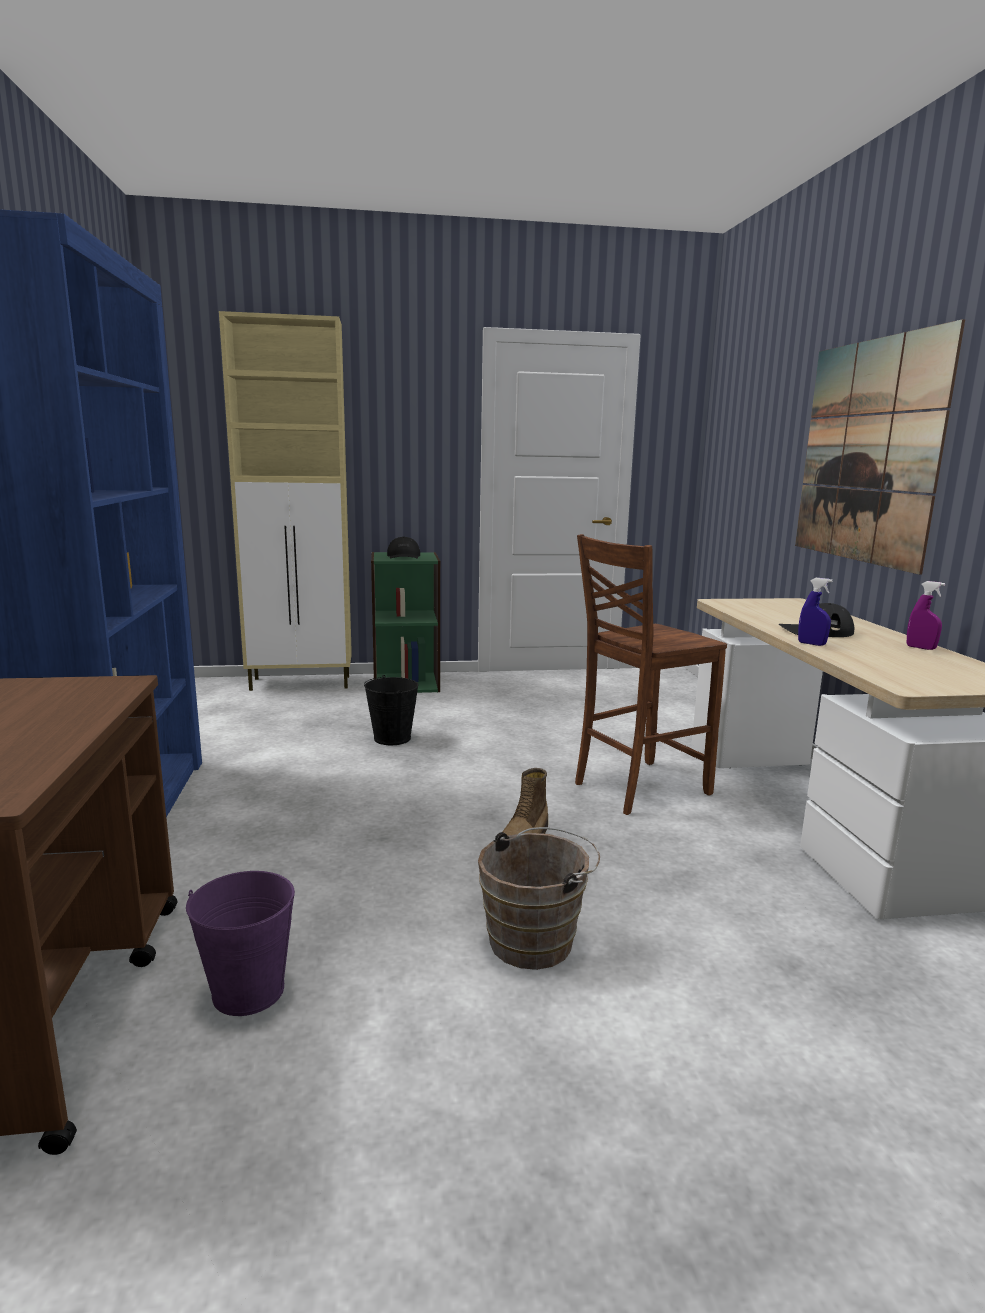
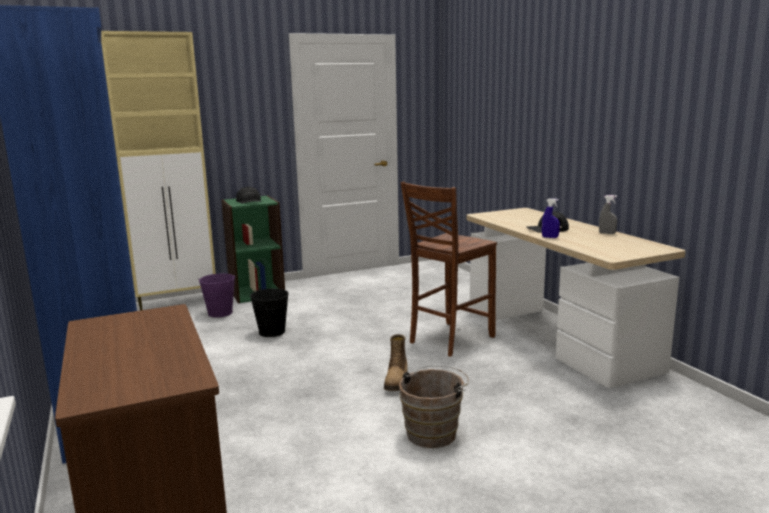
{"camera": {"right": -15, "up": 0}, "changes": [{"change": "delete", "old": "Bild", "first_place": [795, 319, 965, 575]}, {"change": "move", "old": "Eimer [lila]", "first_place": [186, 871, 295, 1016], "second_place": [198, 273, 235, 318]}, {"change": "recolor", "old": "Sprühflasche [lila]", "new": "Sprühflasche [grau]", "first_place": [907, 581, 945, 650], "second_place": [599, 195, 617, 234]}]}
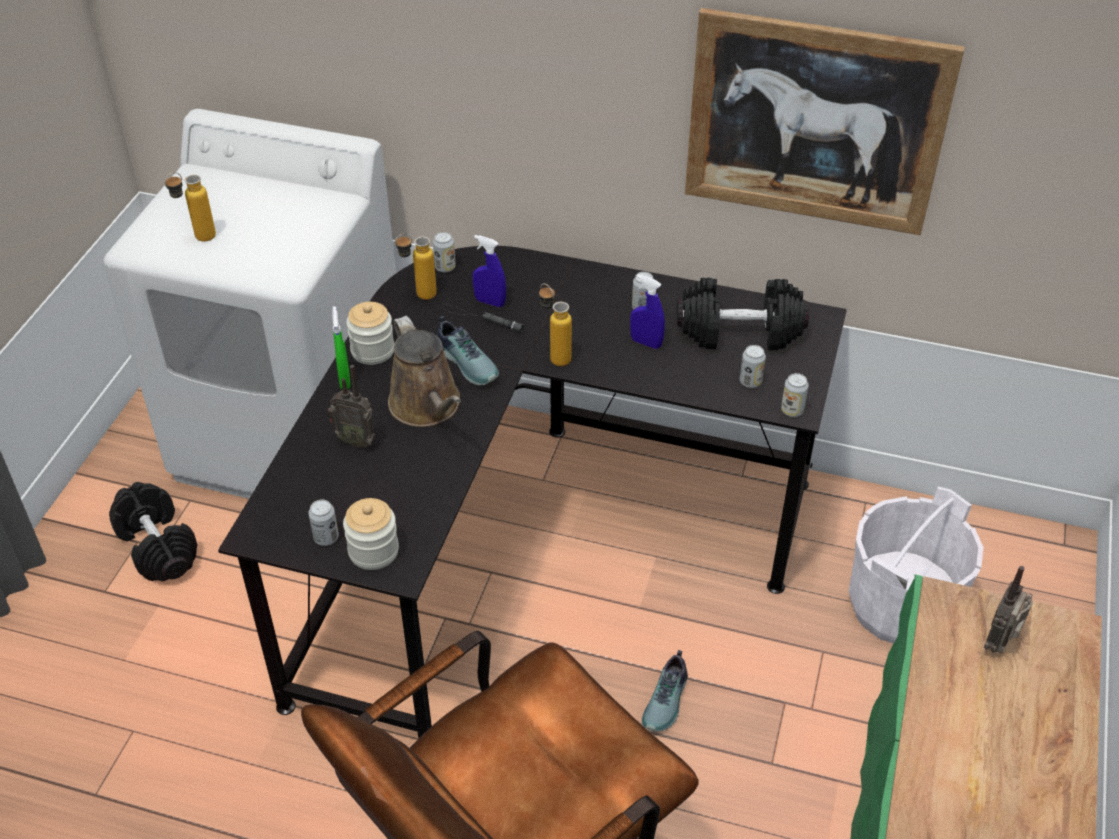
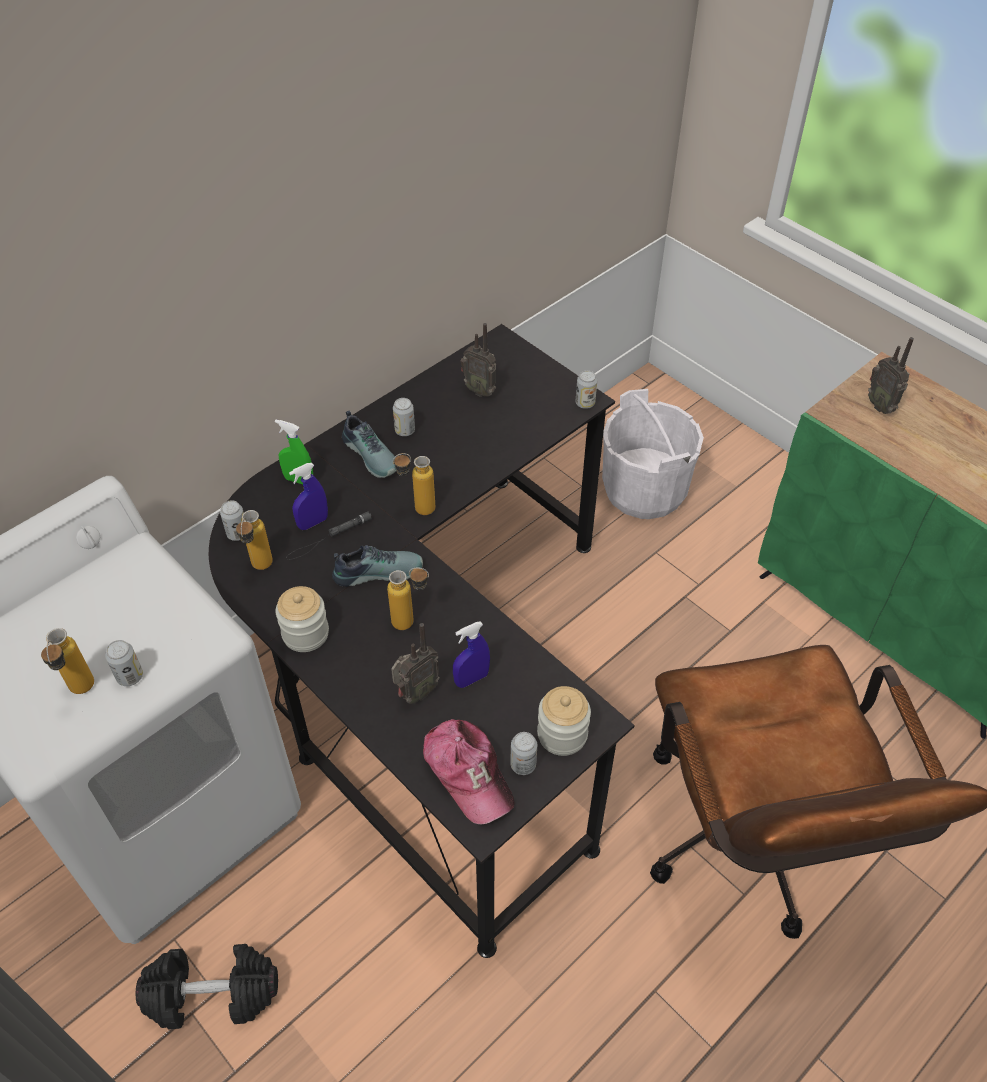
{"camera": {"right": -60, "up": 5}, "changes": [{"change": "delete", "old": "Bild", "first_place": [685, 8, 965, 235]}, {"change": "insert", "new": "Kappe", "second_place": [423, 719, 515, 824]}, {"change": "move", "old": "Sprühflasche [grün]", "first_place": [332, 306, 350, 389], "second_place": [275, 419, 313, 484]}, {"change": "move", "old": "Sprühflasche [blau]", "first_place": [630, 275, 665, 349], "second_place": [453, 621, 490, 688]}, {"change": "move", "old": "Schuh", "first_place": [642, 650, 688, 732], "second_place": [342, 411, 396, 478]}, {"change": "move", "old": "Dose", "first_place": [740, 345, 766, 388], "second_place": [105, 640, 143, 686]}, {"change": "replace", "old": "Gießkanne [braun]", "new": "Flasche", "first_place": [388, 316, 461, 427], "second_place": [387, 568, 429, 630]}, {"change": "replace", "old": "Hantel [schwarz]", "new": "Radio", "first_place": [677, 278, 809, 350], "second_place": [461, 323, 496, 397]}]}
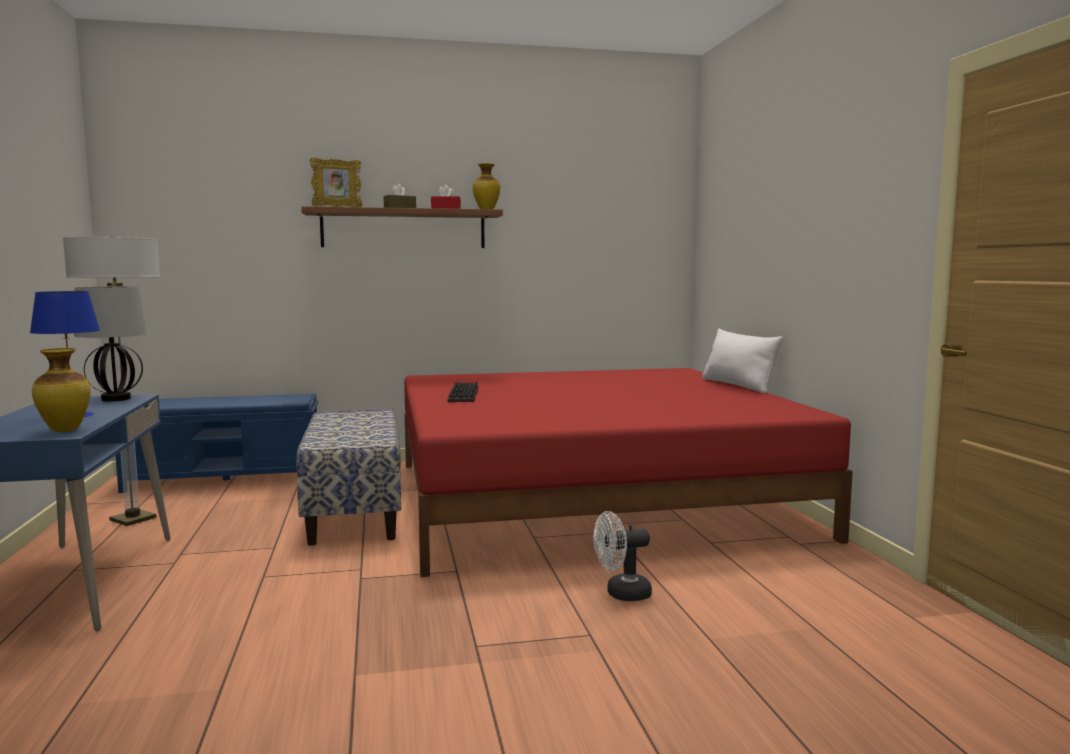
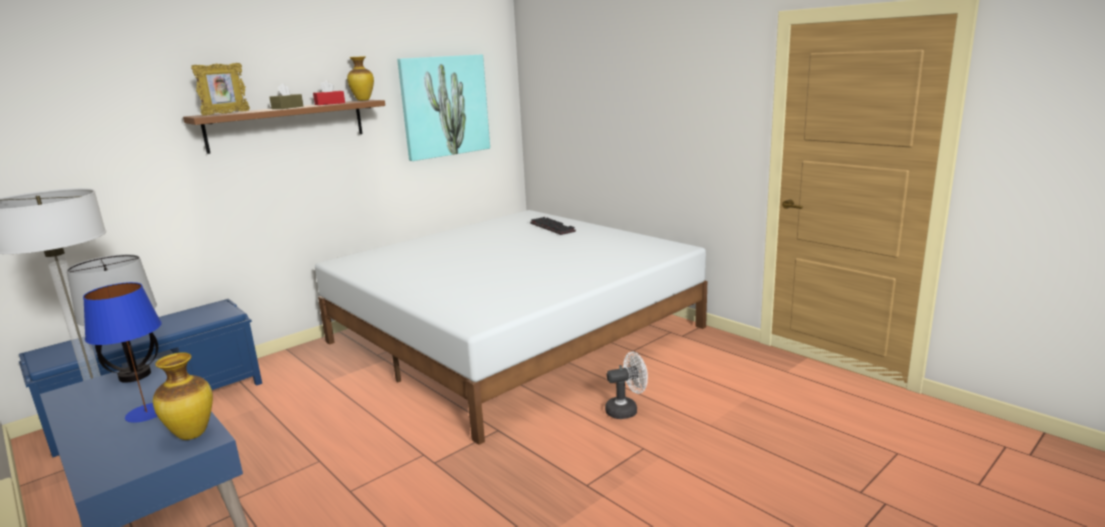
{"camera": {"right": -30, "up": 10}, "changes": [{"change": "delete", "old": "Bank", "first_place": [297, 409, 401, 546]}, {"change": "delete", "old": "Kissen [weiß]", "first_place": [702, 329, 784, 394]}, {"change": "insert", "new": "Bild", "second_place": [397, 54, 490, 161]}, {"change": "move", "old": "Tastatur", "first_place": [447, 382, 478, 402], "second_place": [530, 217, 576, 235]}, {"change": "recolor", "old": "Bett [rot]", "new": "Bett [weiß]", "first_place": [404, 368, 853, 577], "second_place": [315, 210, 707, 445]}, {"change": "rotate", "old": "Ventilator [weiß]", "first_place": [593, 511, 652, 601], "second_place": [605, 352, 648, 419], "degrees": -150}]}
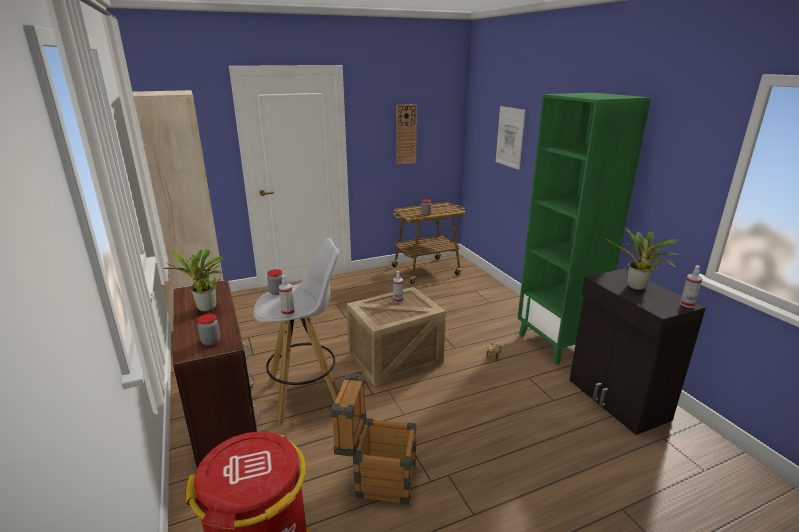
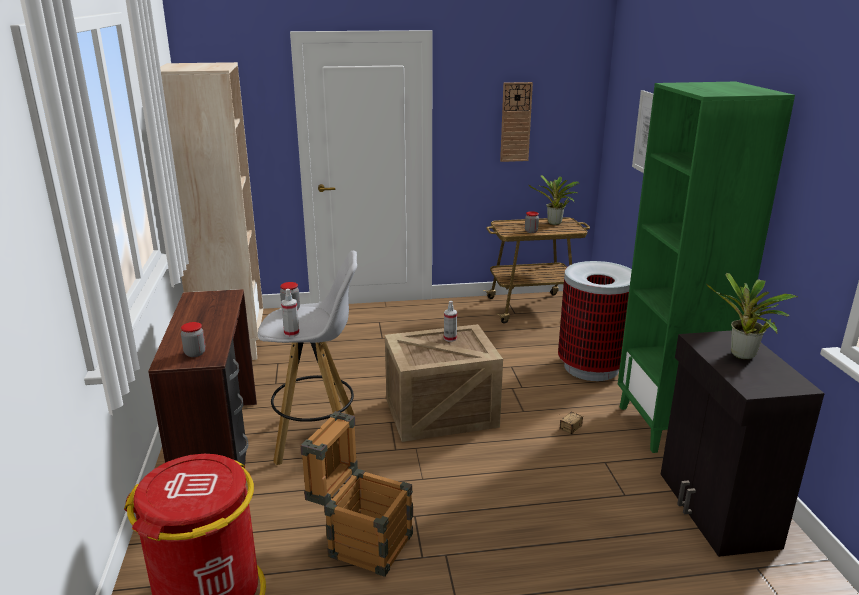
{"camera": {"right": 15, "up": 0}, "changes": [{"change": "delete", "old": "Sprühflasche", "first_place": [680, 265, 703, 308]}, {"change": "insert", "new": "Mülleimer", "second_place": [558, 261, 632, 381]}, {"change": "move", "old": "Topfpflanze", "first_place": [164, 250, 228, 312], "second_place": [529, 175, 579, 225]}]}
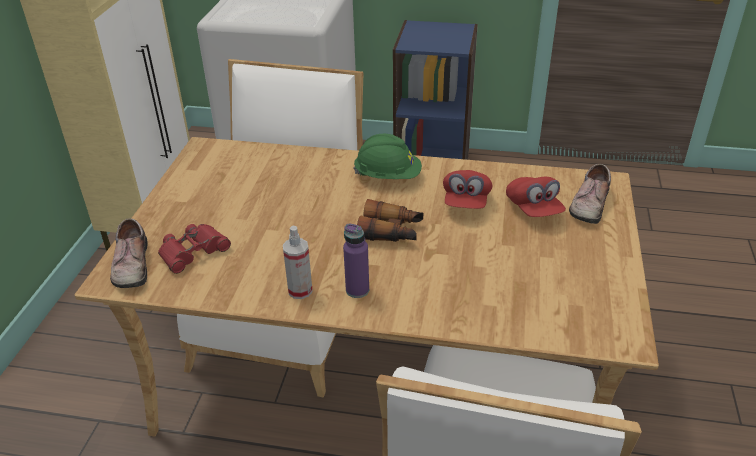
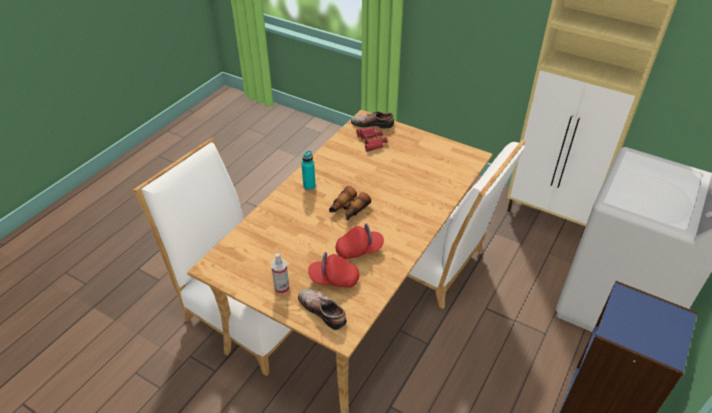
{"camera": {"right": 110, "up": 5}, "changes": [{"change": "delete", "old": "Schutzhelm [grün]", "first_place": [353, 134, 422, 179]}, {"change": "move", "old": "Sprühflasche", "first_place": [283, 226, 313, 299], "second_place": [271, 253, 290, 294]}, {"change": "recolor", "old": "Flasche [lila]", "new": "Flasche [türkis]", "first_place": [343, 224, 369, 298], "second_place": [302, 151, 316, 190]}, {"change": "rotate", "old": "Kappe [rot]", "first_place": [443, 170, 492, 209], "second_place": [336, 223, 384, 259], "degrees": 135}]}
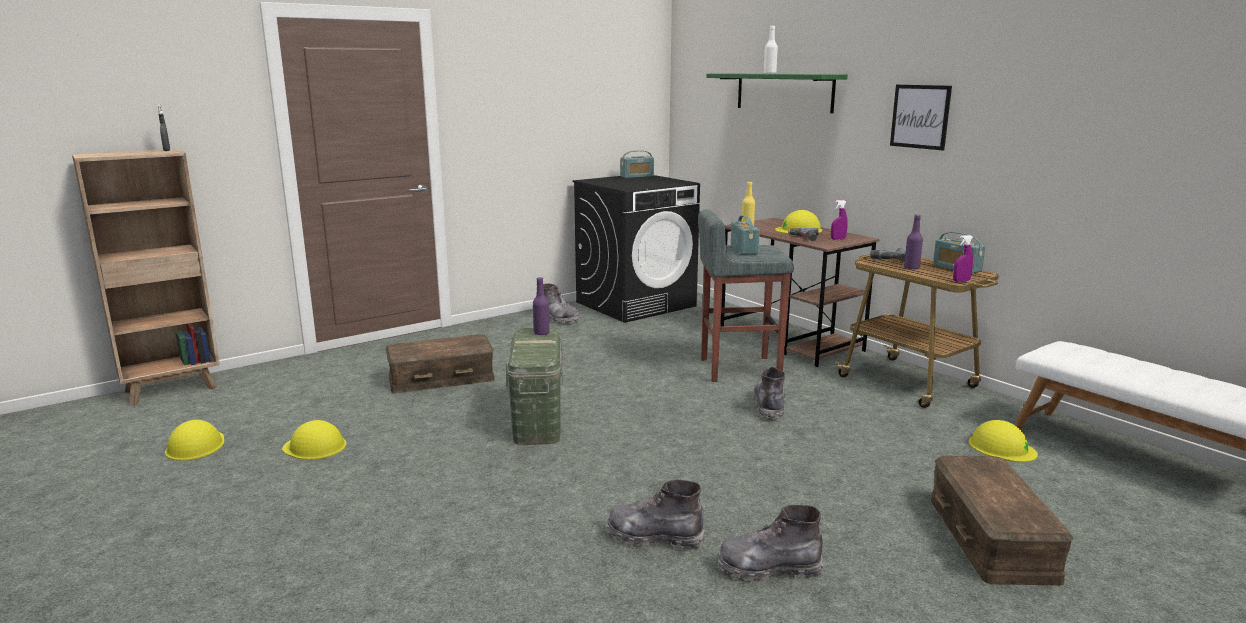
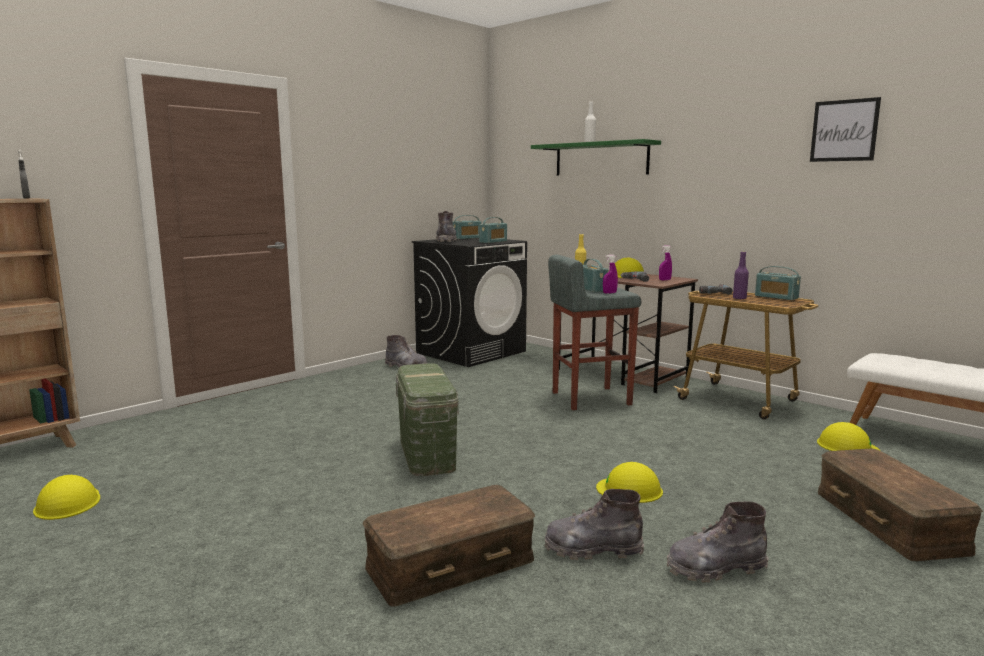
{"camera": {"right": -10, "up": -5}, "changes": [{"change": "delete", "old": "Flasche [lila]", "first_place": [533, 277, 550, 335]}, {"change": "insert", "new": "Radio", "second_place": [479, 217, 507, 243]}, {"change": "move", "old": "Schutzhelm [gelb]", "first_place": [282, 420, 346, 460], "second_place": [596, 462, 663, 503]}, {"change": "move", "old": "Aufbewahrungsbox [braun]", "first_place": [386, 334, 495, 393], "second_place": [362, 485, 535, 607]}, {"change": "move", "old": "Stiefel [grau]", "first_place": [753, 366, 786, 420], "second_place": [436, 211, 457, 242]}, {"change": "move", "old": "Bild", "first_place": [890, 85, 952, 150], "second_place": [810, 97, 881, 162]}, {"change": "move", "old": "Sprühflasche [lila]", "first_place": [953, 235, 973, 282], "second_place": [603, 255, 618, 294]}]}
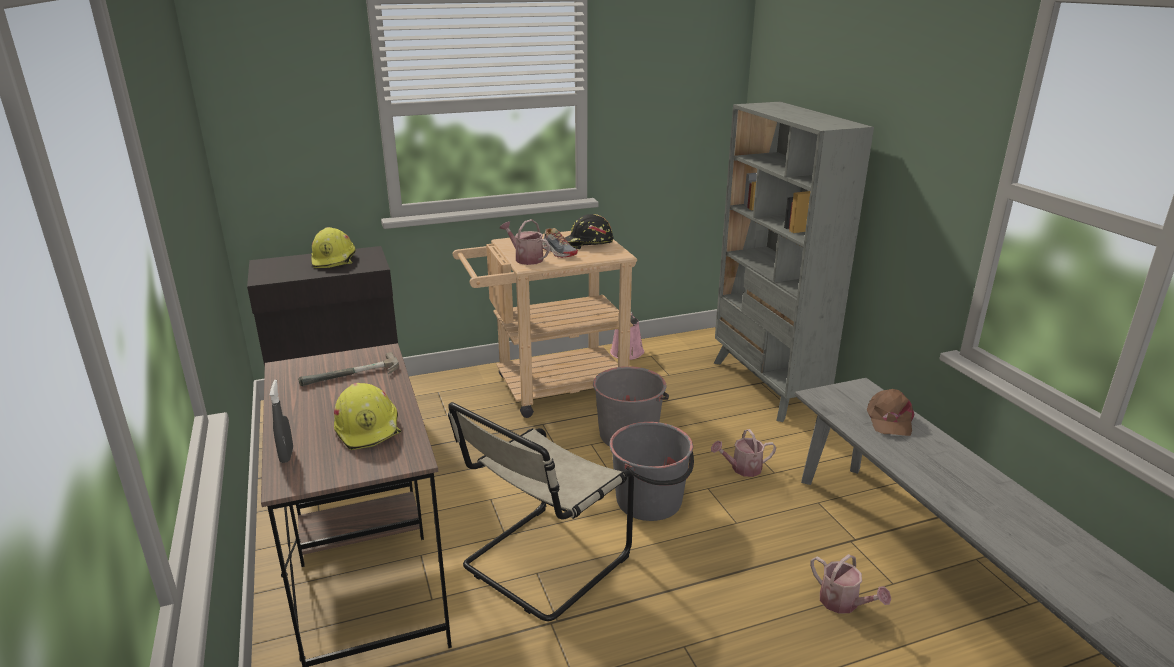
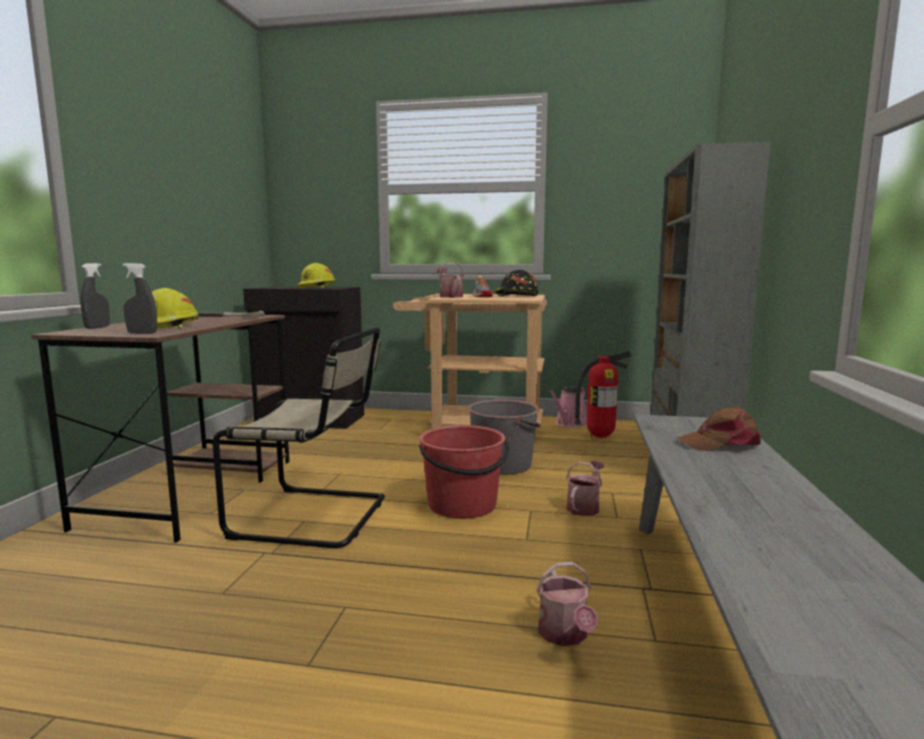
{"camera": {"right": 30, "up": -15}, "changes": [{"change": "insert", "new": "Sprühflasche [grau]", "second_place": [123, 263, 157, 334]}, {"change": "insert", "new": "Feuerlöscher", "second_place": [574, 351, 632, 438]}, {"change": "recolor", "old": "Eimer [grau]", "new": "Eimer [rot]", "first_place": [609, 422, 694, 521], "second_place": [419, 425, 509, 519]}, {"change": "rotate", "old": "Stuhl [beige]", "first_place": [448, 402, 634, 621], "second_place": [212, 327, 385, 548], "degrees": -150}, {"change": "rotate", "old": "Gießkanne", "first_place": [711, 429, 776, 477], "second_place": [566, 461, 605, 516], "degrees": 105}, {"change": "rotate", "old": "Kappe [braun]", "first_place": [867, 389, 914, 436], "second_place": [676, 407, 761, 451], "degrees": 45}]}
